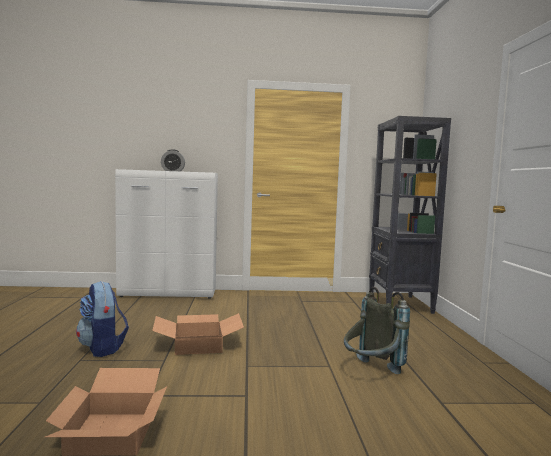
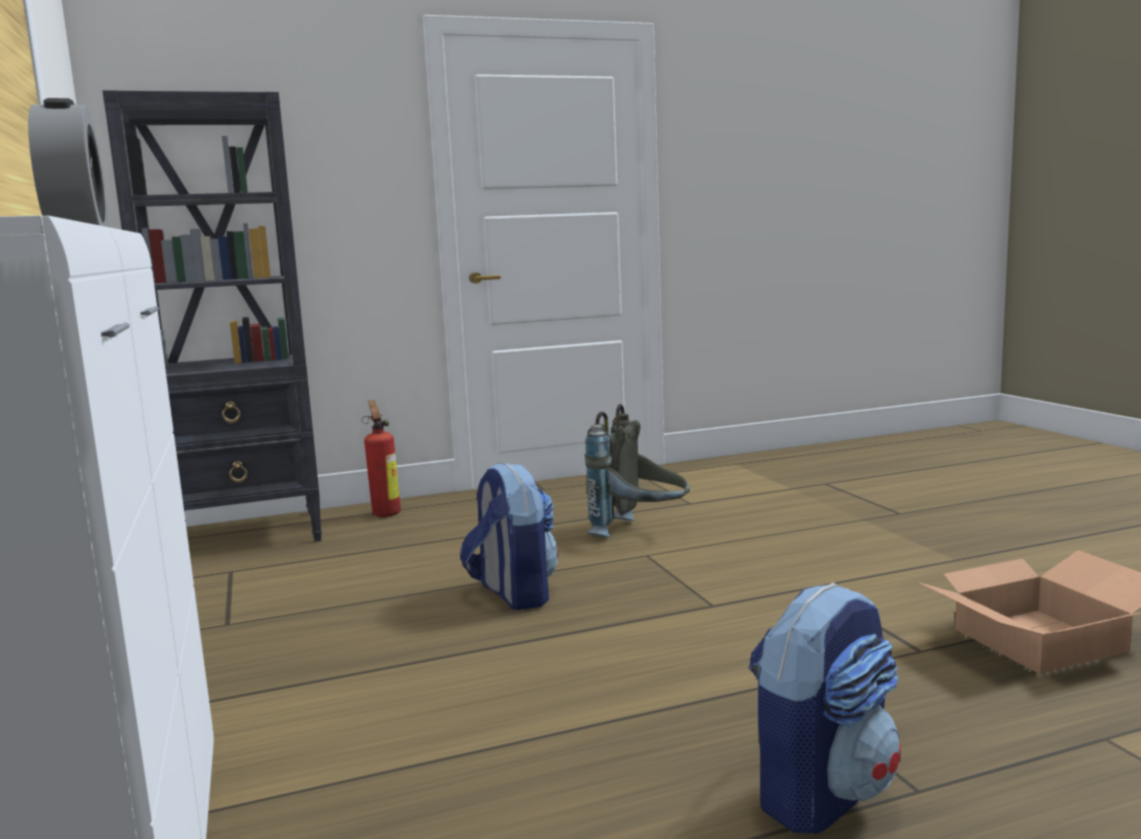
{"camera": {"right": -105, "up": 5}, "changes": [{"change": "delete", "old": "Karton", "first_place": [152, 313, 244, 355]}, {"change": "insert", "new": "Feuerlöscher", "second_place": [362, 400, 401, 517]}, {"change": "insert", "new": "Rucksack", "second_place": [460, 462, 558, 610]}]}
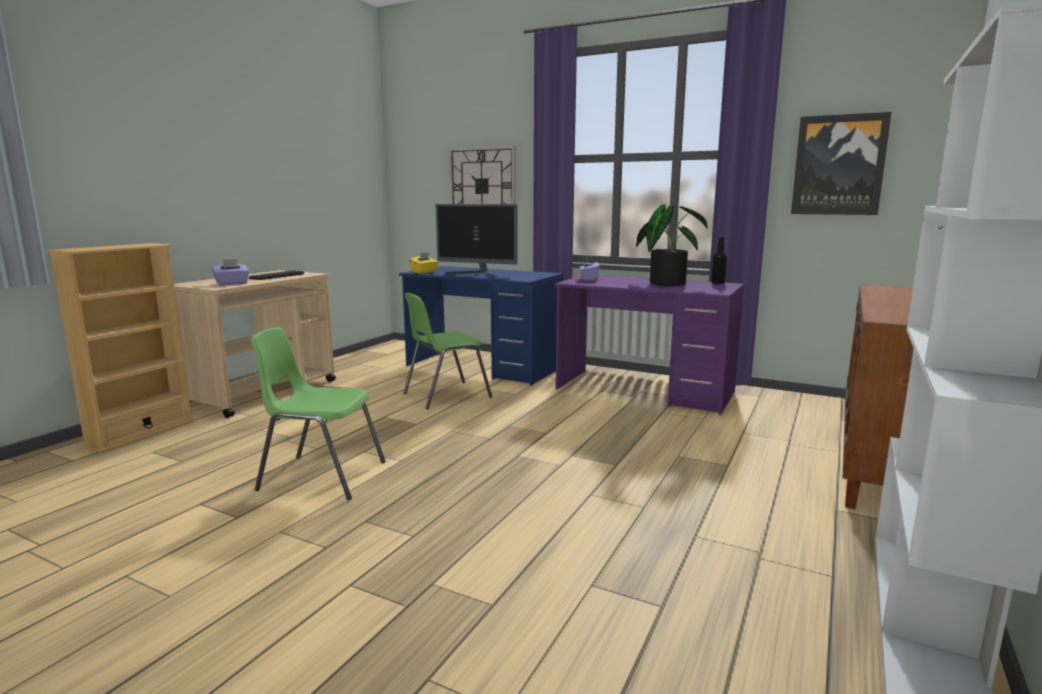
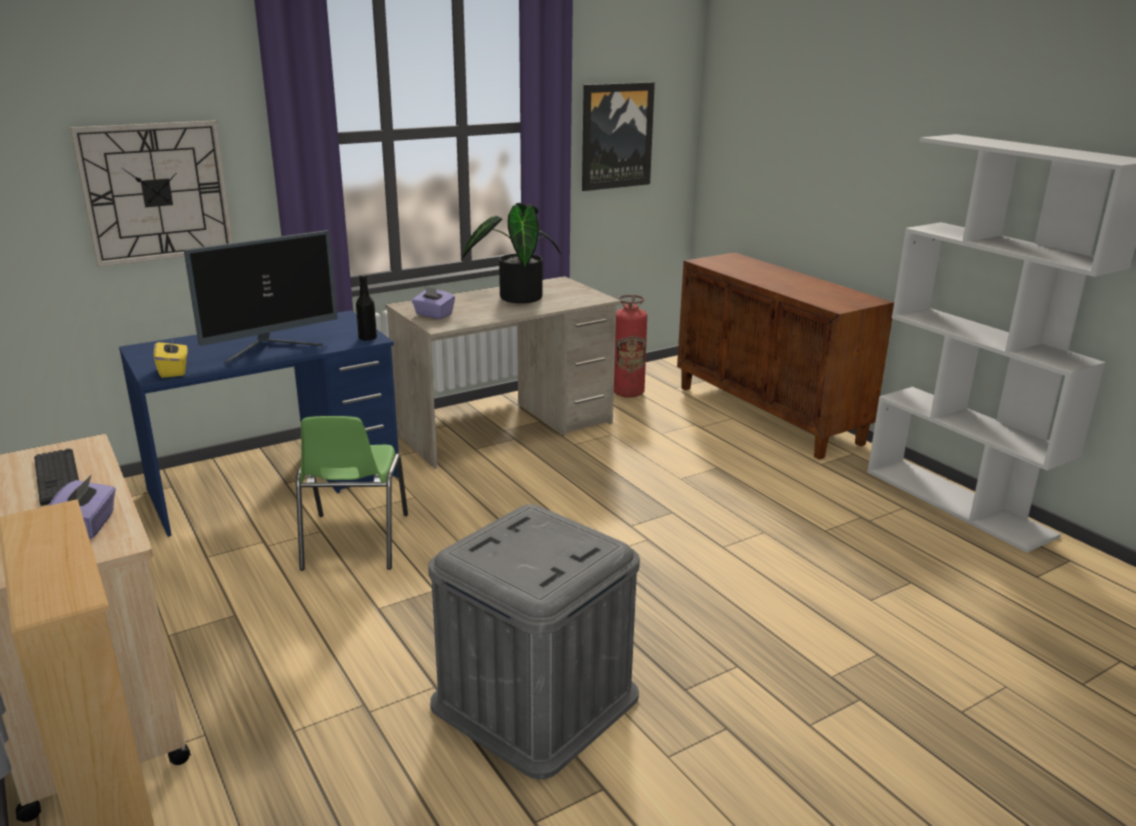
{"camera": {"right": -60, "up": 10}, "changes": [{"change": "insert", "new": "Feuerlöscher", "second_place": [614, 295, 647, 398]}, {"change": "move", "old": "Flasche [schwarz]", "first_place": [711, 236, 727, 284], "second_place": [356, 274, 377, 341]}, {"change": "replace", "old": "Stuhl [grün]", "new": "Aufbewahrungsbox [grau]", "first_place": [251, 327, 386, 500], "second_place": [428, 504, 640, 779]}, {"change": "recolor", "old": "Schreibtisch [lila]", "new": "Schreibtisch [beige]", "first_place": [555, 275, 744, 415], "second_place": [386, 276, 621, 469]}]}
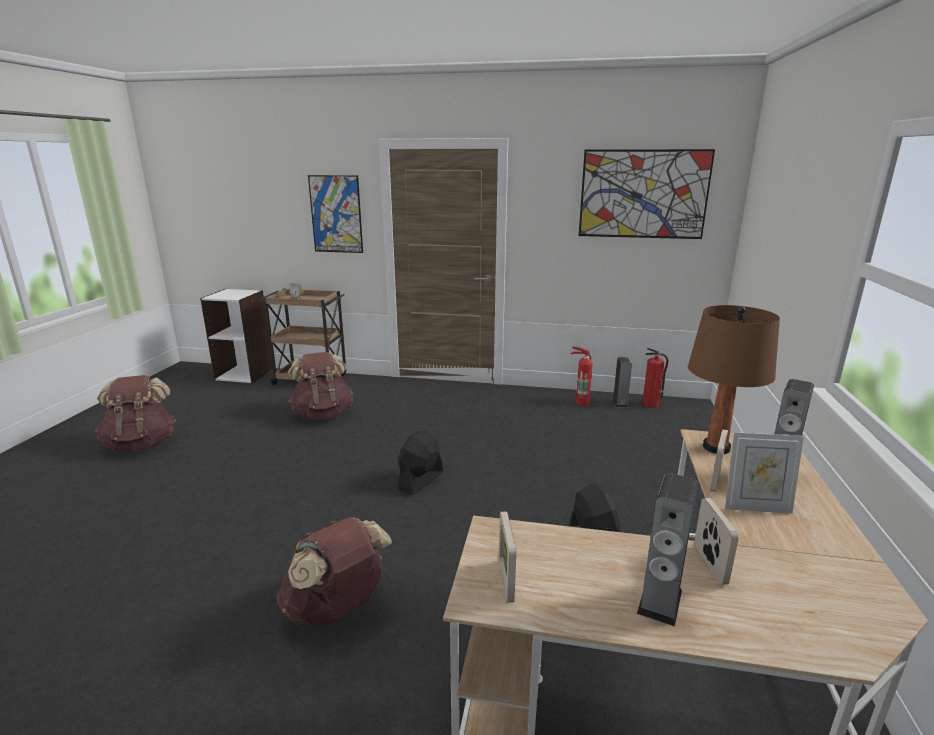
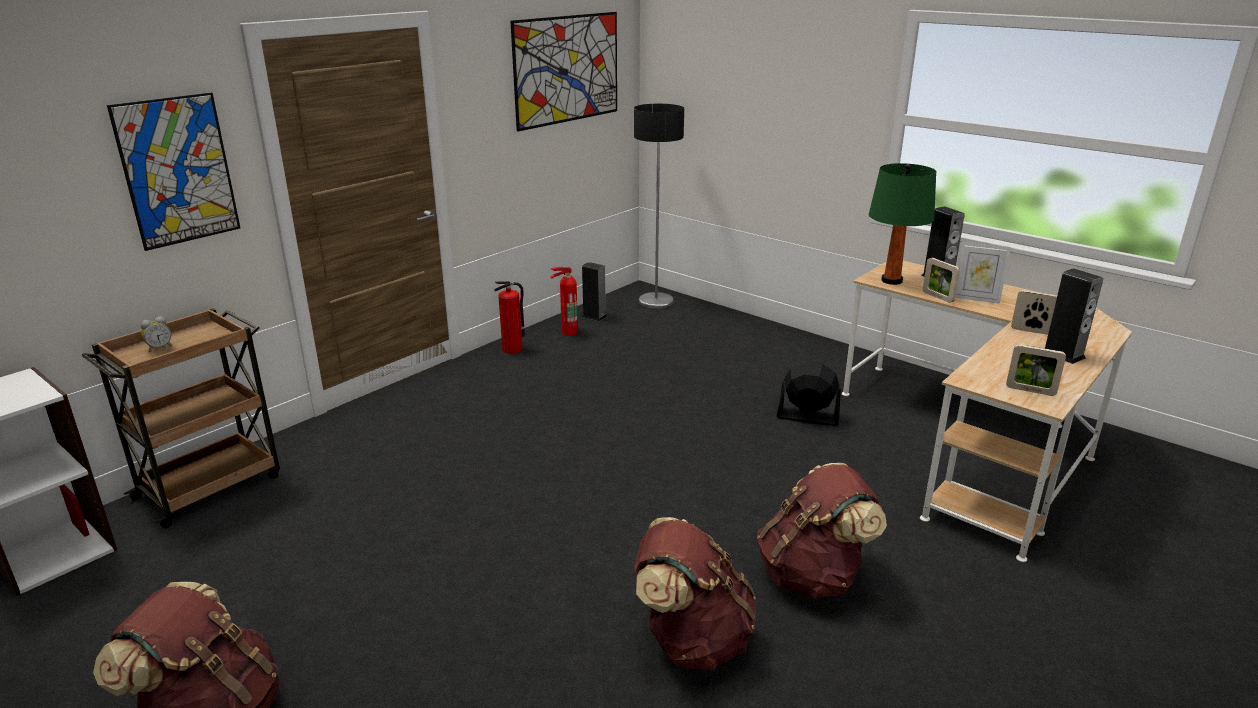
{"camera": {"right": -60, "up": 5}, "changes": [{"change": "delete", "old": "Ventilator [schwarz]", "first_place": [398, 430, 443, 496]}, {"change": "insert", "new": "Stehlampe", "second_place": [634, 104, 684, 308]}, {"change": "move", "old": "Rucksack [braun]", "first_place": [288, 352, 354, 420], "second_place": [634, 517, 756, 671]}, {"change": "move", "old": "Feuerlöscher", "first_place": [642, 348, 669, 408], "second_place": [494, 281, 525, 354]}, {"change": "recolor", "old": "Tischlampe [braun]", "new": "Tischlampe [grün]", "first_place": [688, 305, 780, 454], "second_place": [868, 163, 936, 285]}, {"change": "rotate", "old": "Bilderrahmen", "first_place": [725, 432, 804, 514], "second_place": [955, 242, 1011, 304], "degrees": 75}]}
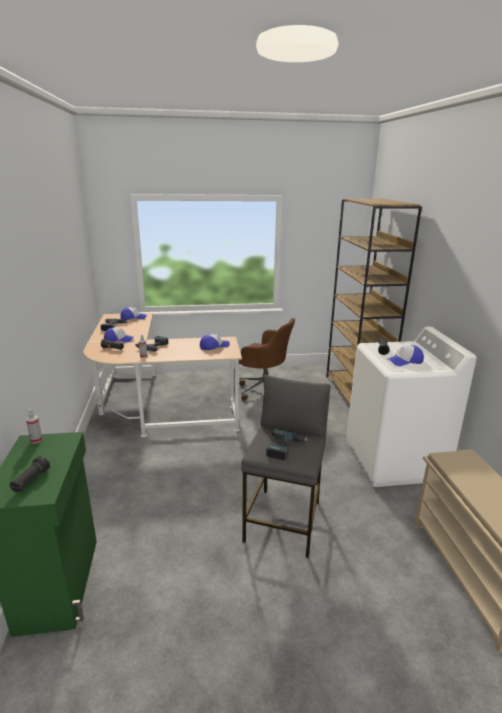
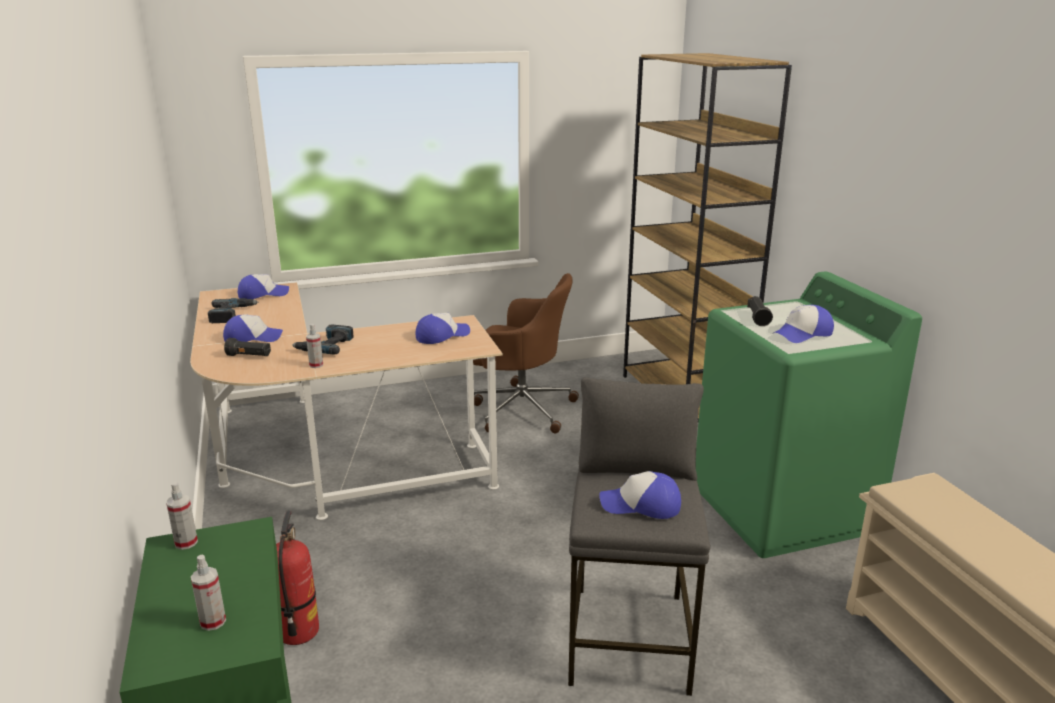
{"camera": {"right": -10, "up": 0}, "changes": [{"change": "insert", "new": "Feuerlöscher", "second_place": [276, 511, 319, 645]}, {"change": "replace", "old": "Taschenlampe [schwarz]", "new": "Sprühflasche", "first_place": [10, 456, 50, 492], "second_place": [191, 555, 226, 631]}, {"change": "replace", "old": "Bohrmaschine", "new": "Kappe", "first_place": [266, 429, 309, 460], "second_place": [599, 471, 681, 519]}, {"change": "recolor", "old": "Waschmaschine [weiß]", "new": "Waschmaschine [grün]", "first_place": [346, 327, 477, 487], "second_place": [696, 272, 922, 558]}]}
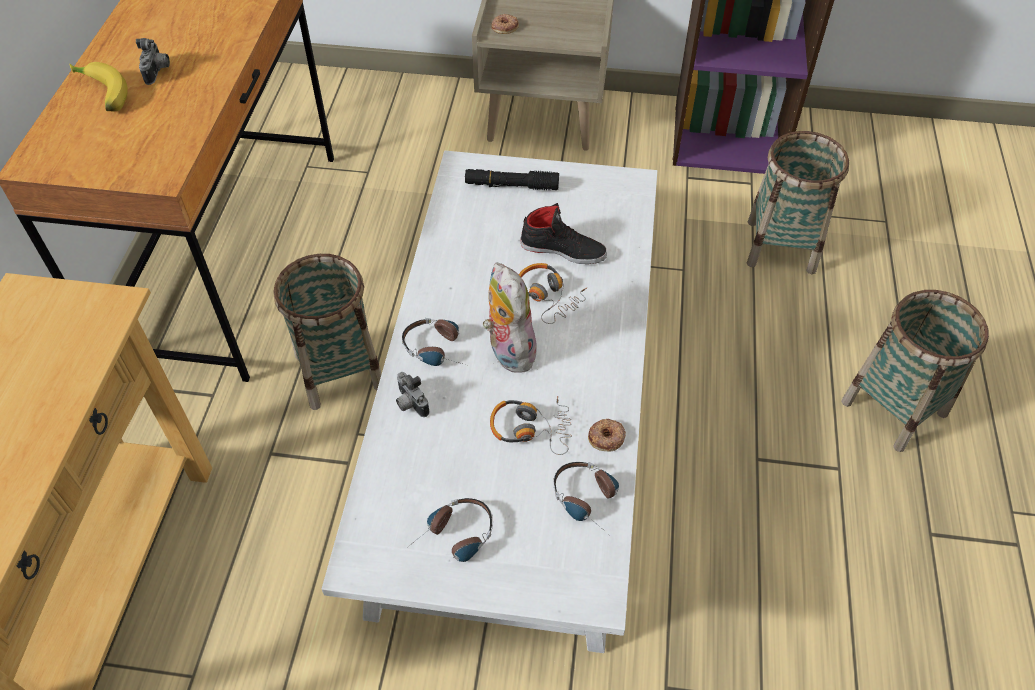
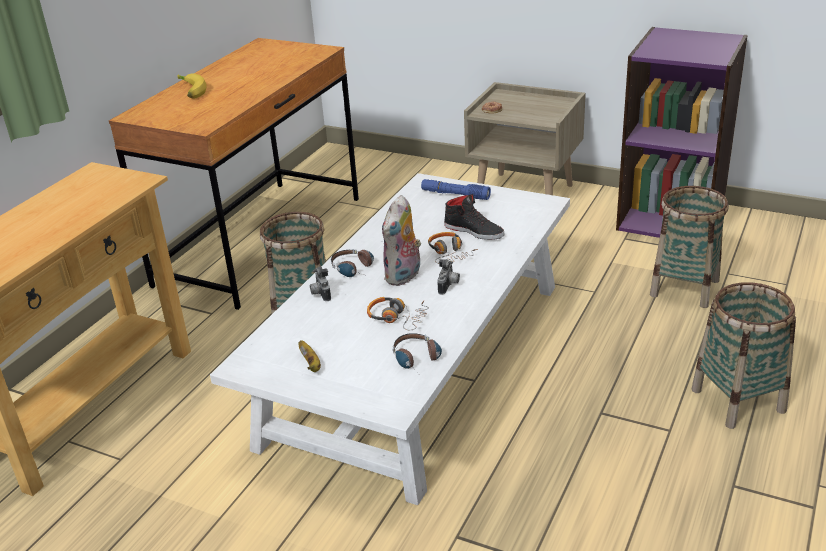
{"camera": {"right": 20, "up": -20}, "changes": [{"change": "delete", "old": "Donut", "first_place": [588, 419, 626, 451]}, {"change": "move", "old": "Kamera", "first_place": [136, 38, 170, 85], "second_place": [437, 259, 460, 295]}, {"change": "replace", "old": "Kopfhörer", "new": "Banane", "first_place": [408, 498, 493, 562], "second_place": [298, 340, 321, 372]}, {"change": "recolor", "old": "Taschenlampe [schwarz]", "new": "Taschenlampe [blau]", "first_place": [465, 169, 559, 190], "second_place": [421, 179, 491, 200]}, {"change": "rotate", "old": "Plüschtier", "first_place": [483, 262, 537, 373], "second_place": [382, 195, 421, 286], "degrees": -150}]}
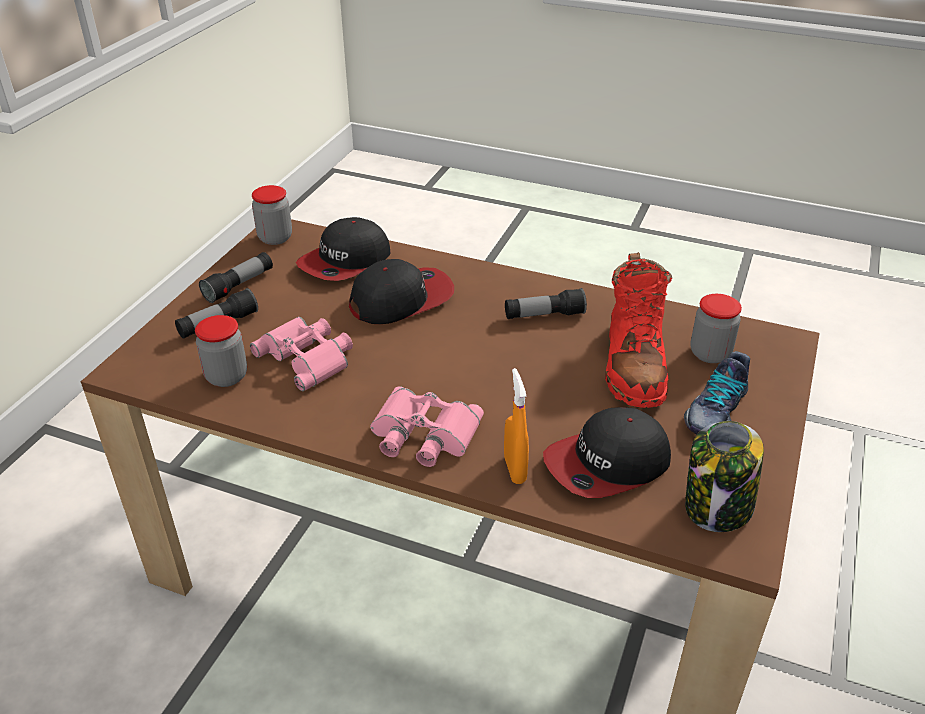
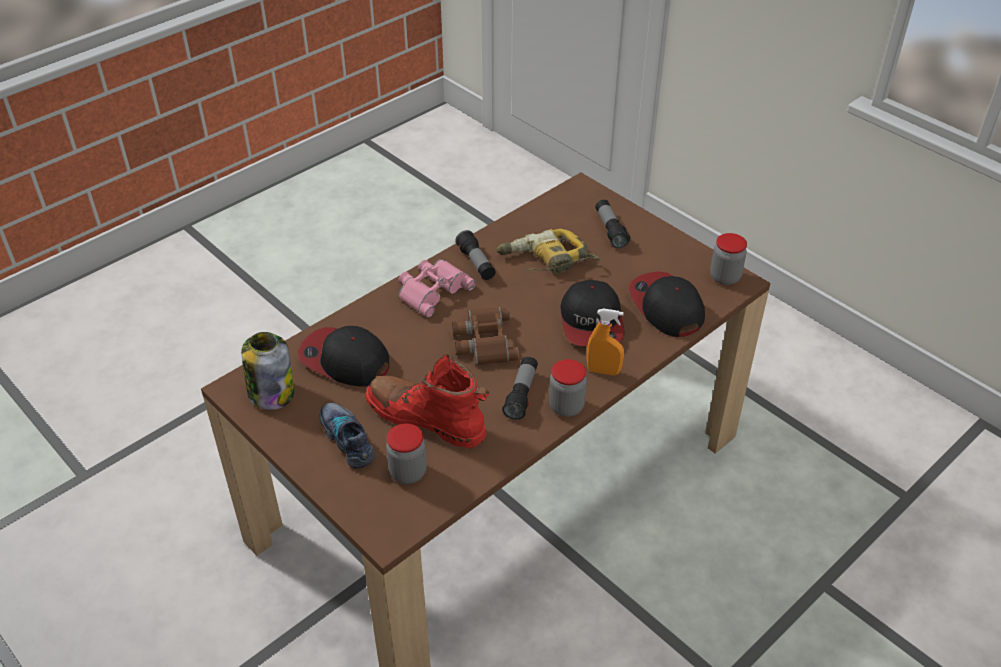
{"camera": {"right": 115, "up": 5}, "changes": [{"change": "insert", "new": "Fernglas [braun]", "second_place": [452, 307, 519, 365]}, {"change": "move", "old": "Vorratsglas", "first_place": [195, 315, 247, 387], "second_place": [549, 359, 587, 417]}, {"change": "move", "old": "Taschenlampe", "first_place": [199, 252, 273, 303], "second_place": [455, 230, 496, 280]}, {"change": "move", "old": "Sprühflasche [orange]", "first_place": [504, 368, 529, 484], "second_place": [587, 308, 624, 375]}, {"change": "replace", "old": "Fernglas [rosa]", "new": "Bohrmaschine", "first_place": [250, 317, 353, 391], "second_place": [497, 229, 600, 274]}, {"change": "rotate", "old": "Kappe", "first_place": [543, 407, 671, 498], "second_place": [298, 326, 389, 387], "degrees": -60}]}
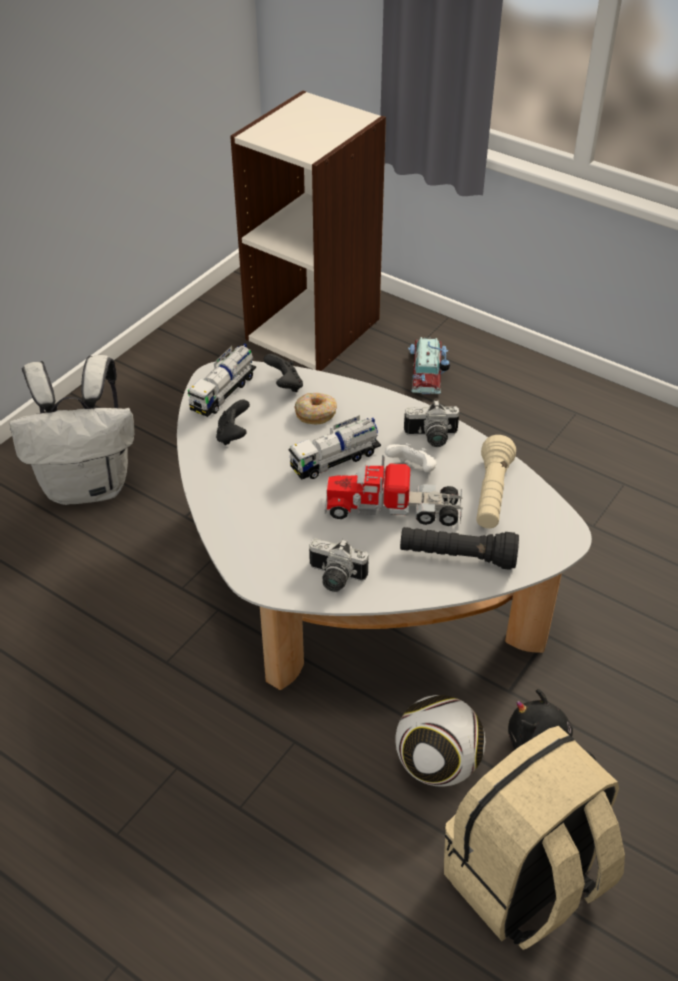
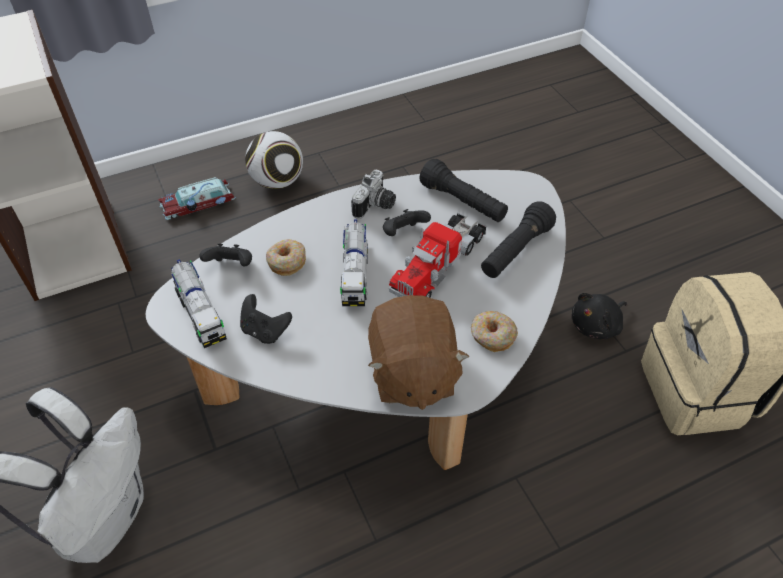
{"camera": {"right": -60, "up": 5}, "changes": [{"change": "insert", "new": "Plüschtier [braun]", "second_place": [368, 295, 470, 410]}, {"change": "move", "old": "Fußball", "first_place": [395, 695, 485, 787], "second_place": [245, 131, 303, 189]}, {"change": "replace", "old": "Kamera", "new": "Donut", "first_place": [309, 538, 369, 592], "second_place": [471, 311, 518, 352]}, {"change": "recolor", "old": "Gamepad [weiß]", "new": "Gamepad [schwarz]", "first_place": [385, 443, 437, 472], "second_place": [383, 209, 431, 236]}, {"change": "recolor", "old": "Taschenlampe [beige]", "new": "Taschenlampe [schwarz]", "first_place": [476, 435, 516, 528], "second_place": [419, 159, 508, 222]}, {"change": "rotate", "old": "Spielzeugauto", "first_place": [408, 337, 450, 395], "second_place": [158, 177, 236, 220], "degrees": 120}]}
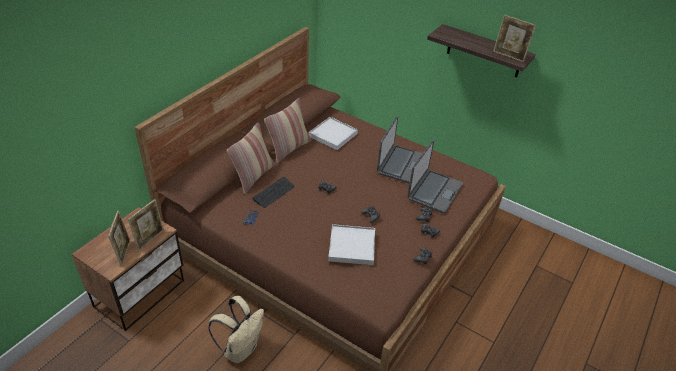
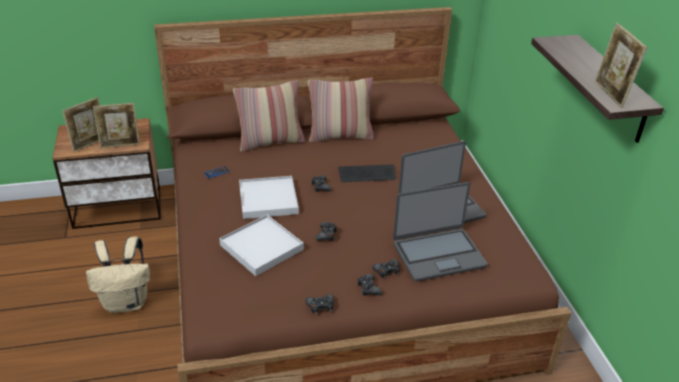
{"camera": {"right": 45, "up": -5}, "changes": [{"change": "move", "old": "Tastatur", "first_place": [252, 177, 295, 208], "second_place": [338, 164, 396, 182]}, {"change": "move", "old": "Tablett [weiß]", "first_place": [309, 117, 358, 150], "second_place": [239, 176, 299, 219]}]}
